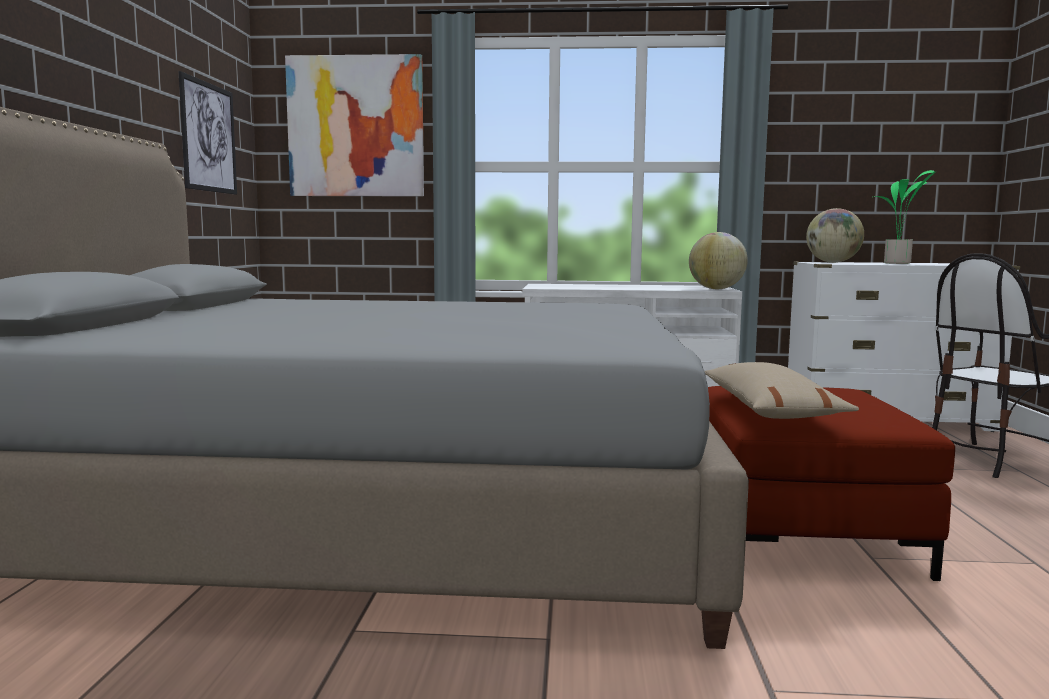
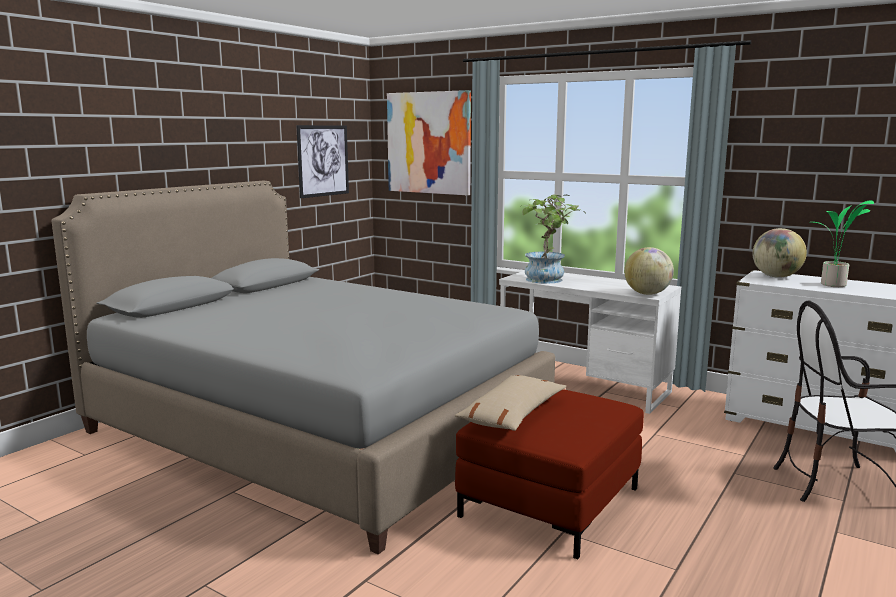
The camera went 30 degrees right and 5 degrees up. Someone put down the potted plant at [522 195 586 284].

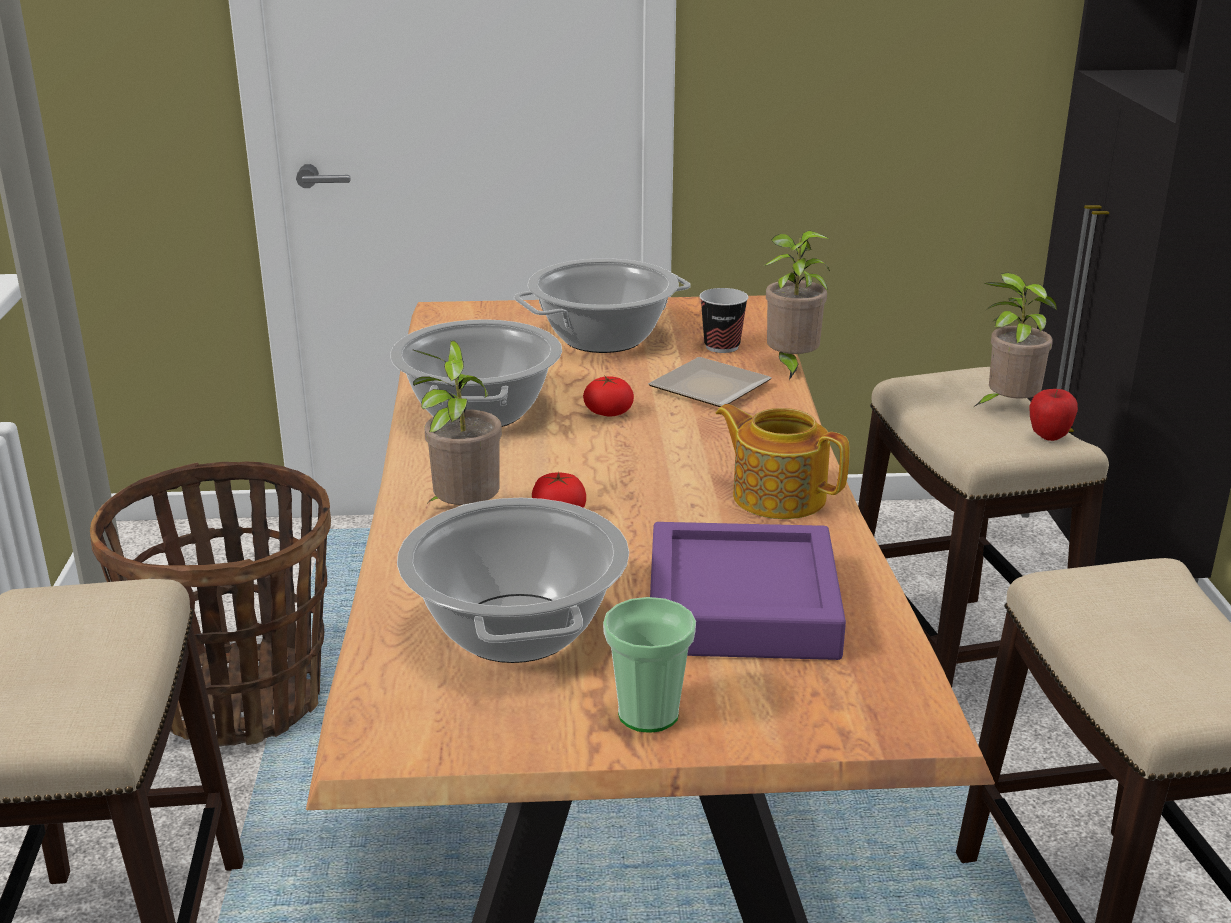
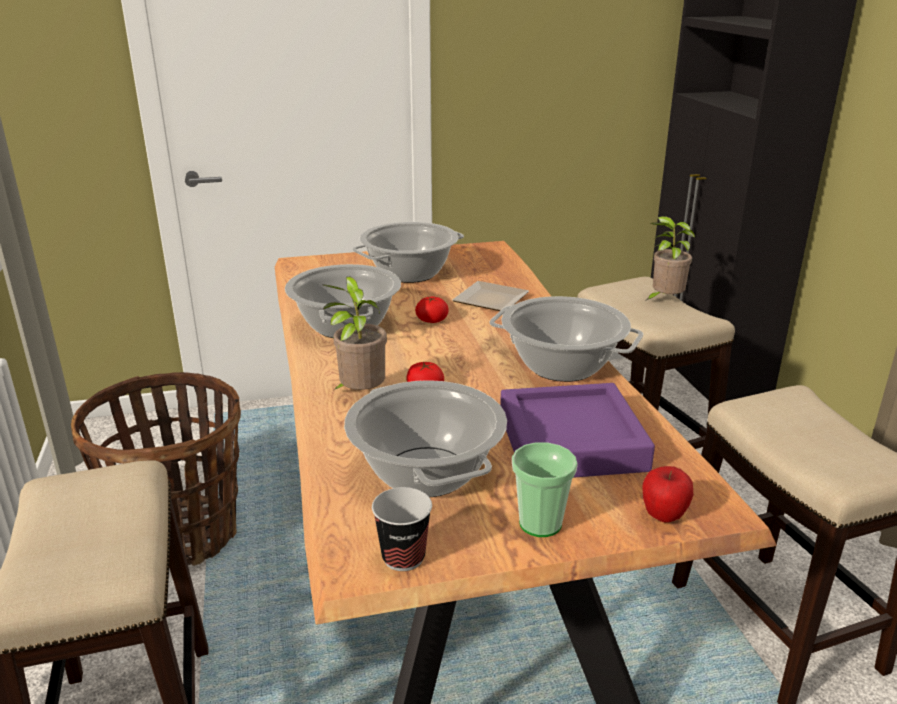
The camera went 10 degrees left and 0 degrees up. Someone carried the cup from [700 288 748 353] to [372 487 432 571]. Someone swapped the teapot at [716 404 850 519] for the cooking pot at [489 296 643 382]. Someone took away the potted plant at [765 231 830 380]. Someone carried the apple from [1029 389 1078 441] to [642 466 693 523].

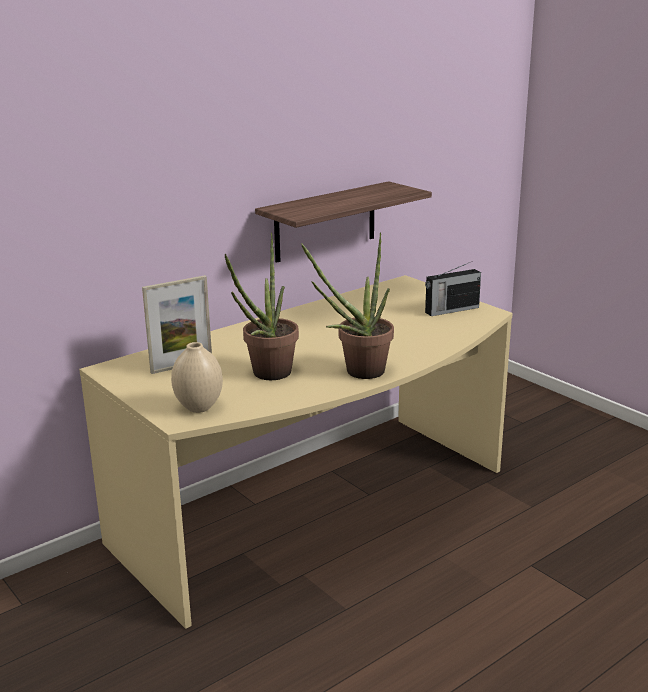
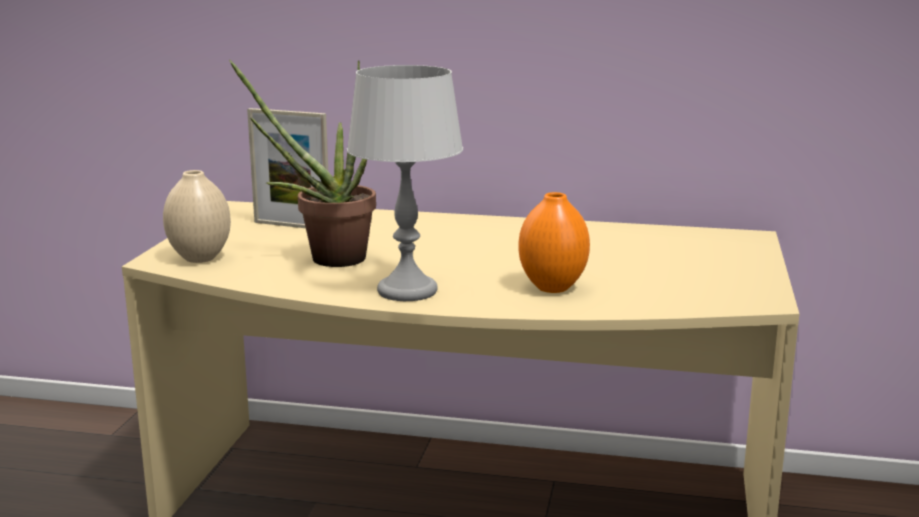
The camera went 50 degrees right and 5 degrees down. Someone took away the shelf at [255 181 432 263]. Someone swapped the potted plant at [301 232 394 379] for the table lamp (grey) at [347 65 463 301]. Someone took away the radio at [425 262 481 316]. Someone put down the vase (orange) at [519 192 590 293].

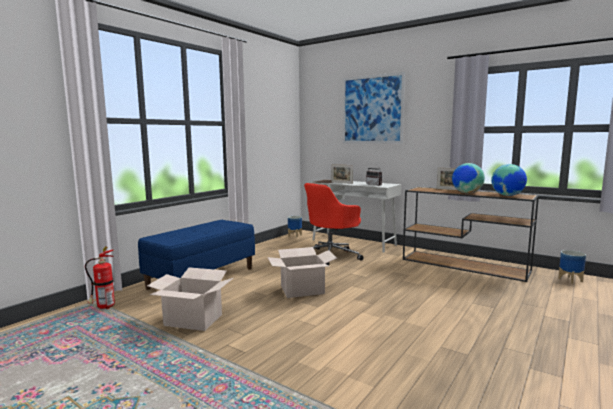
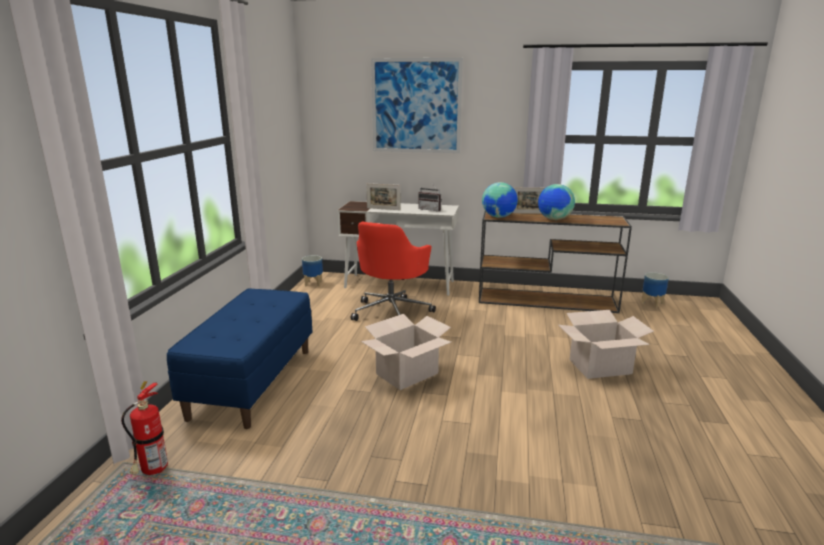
The camera went 25 degrees left and 10 degrees up. Someone carried the cardboard box from [147 267 233 331] to [559 310 654 379]. Someone carried the globe from [491 164 527 196] to [482 182 518 218].

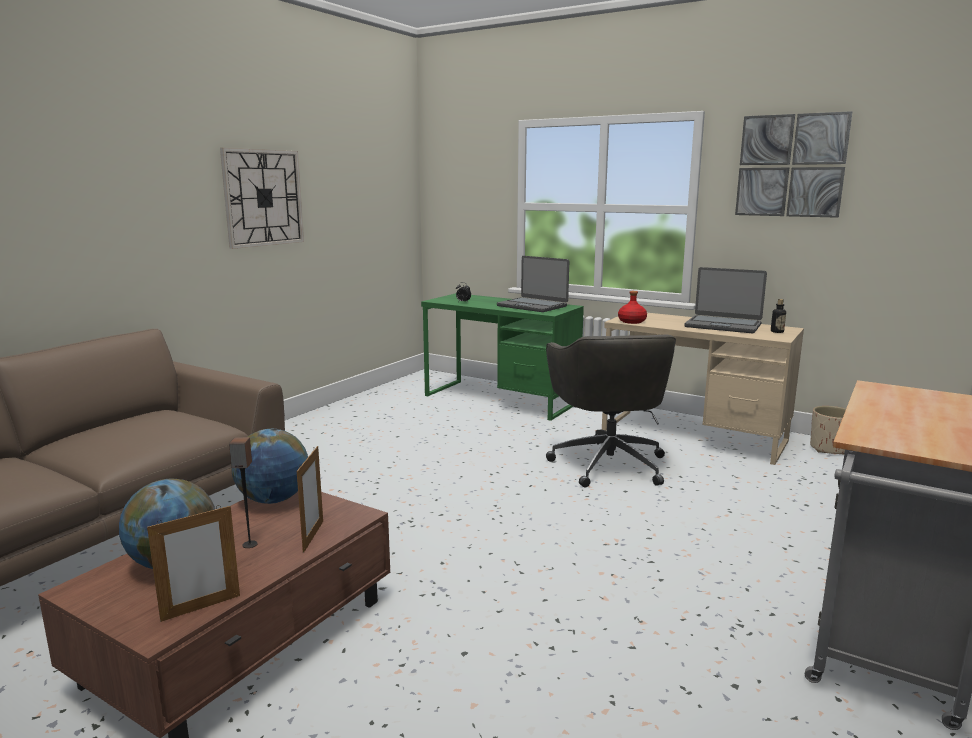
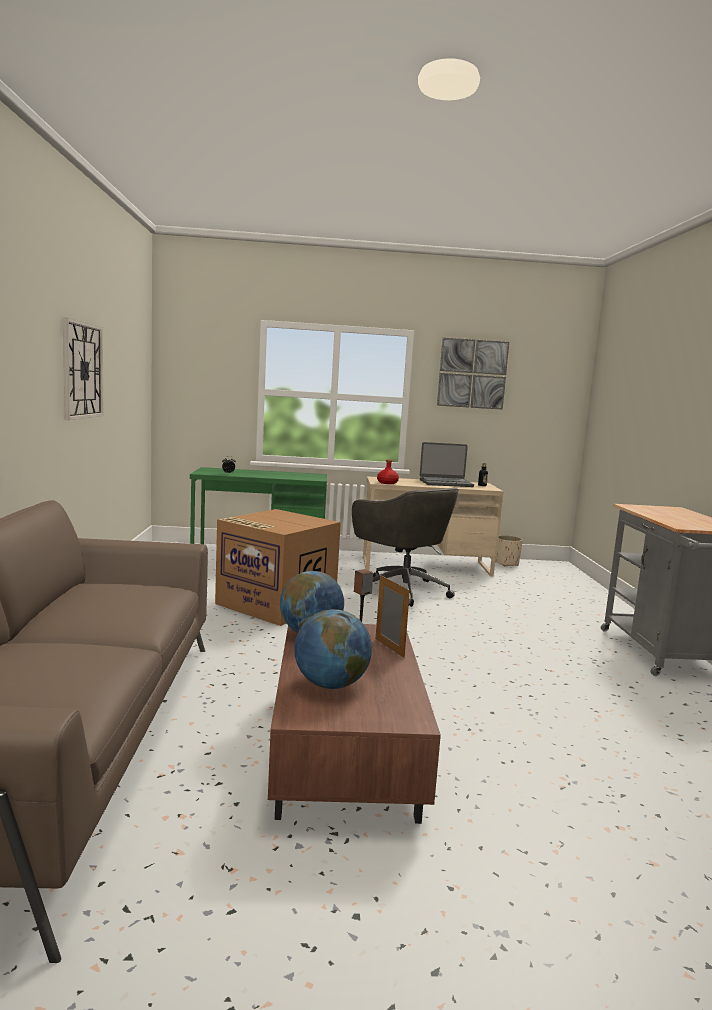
The camera went 35 degrees left and 5 degrees down. Someone took away the picture frame at [147 505 240 622]. Someone took away the laptop at [497 256 569 312]. Someone put down the cardboard box at [215 509 341 626].

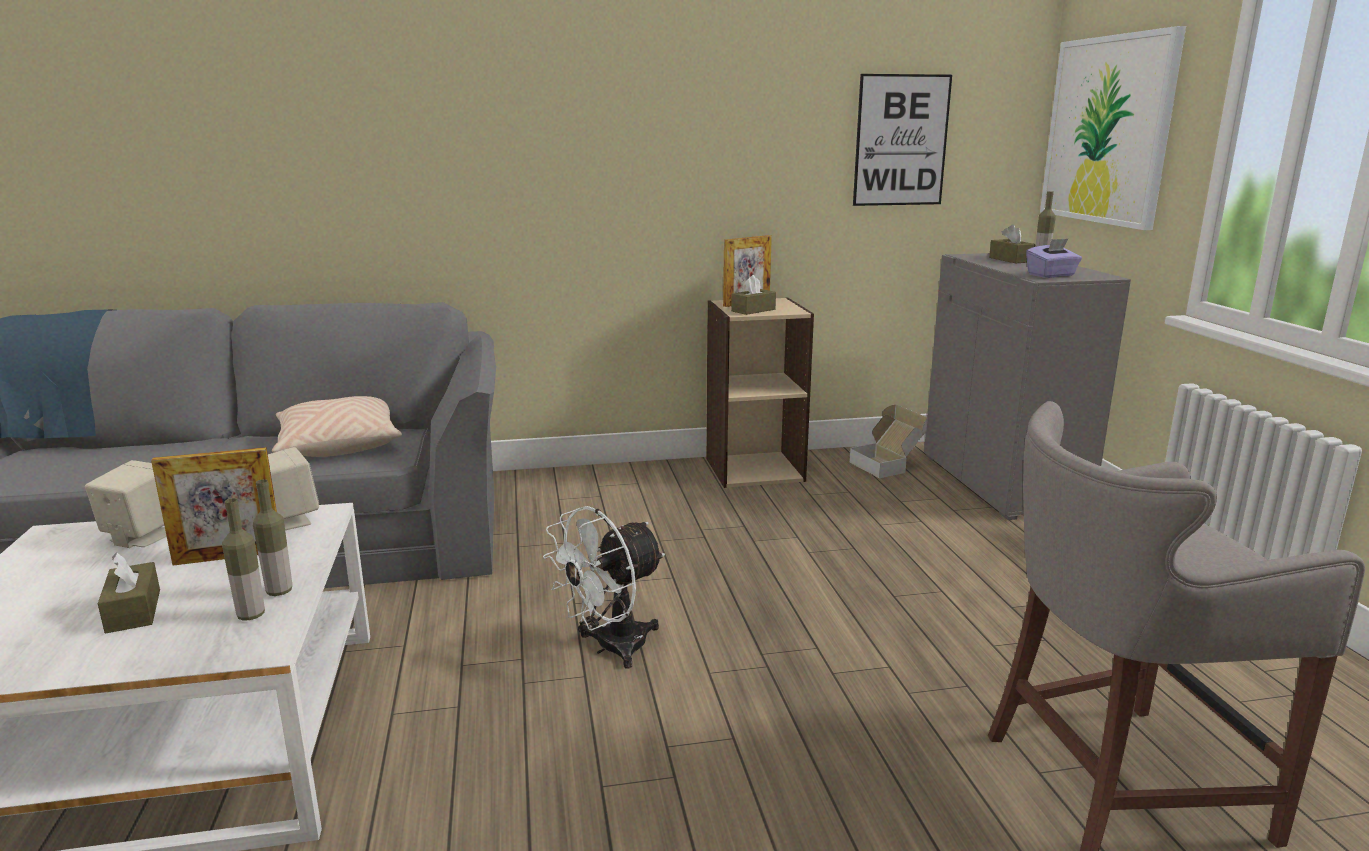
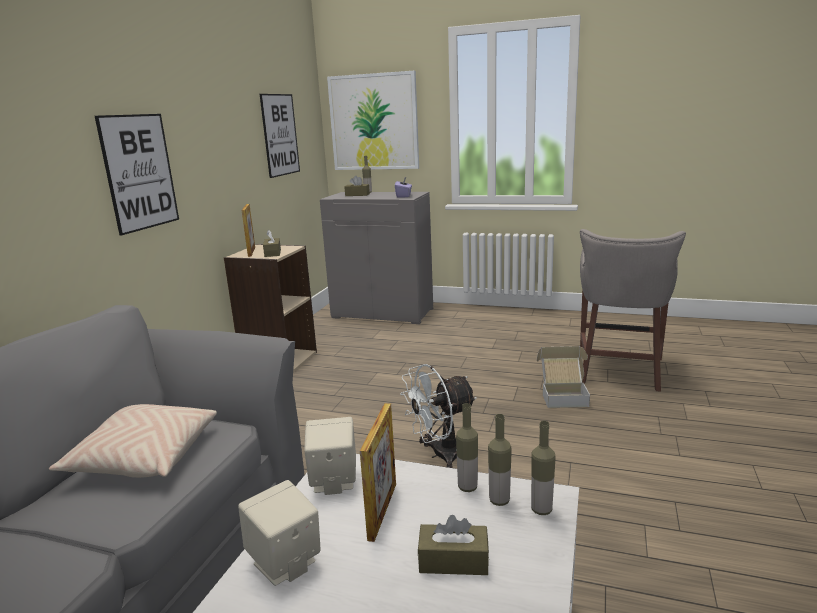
The camera went 60 degrees left and 0 degrees up. Someone rotated the fan (white) at [543 506 665 669] by 75 degrees clockwise. Someone carried the cardboard box from [849 405 928 478] to [537 346 590 408]. Someone put up the picture at [95 114 179 236]. Someone put down the bottle at [531 421 555 515].

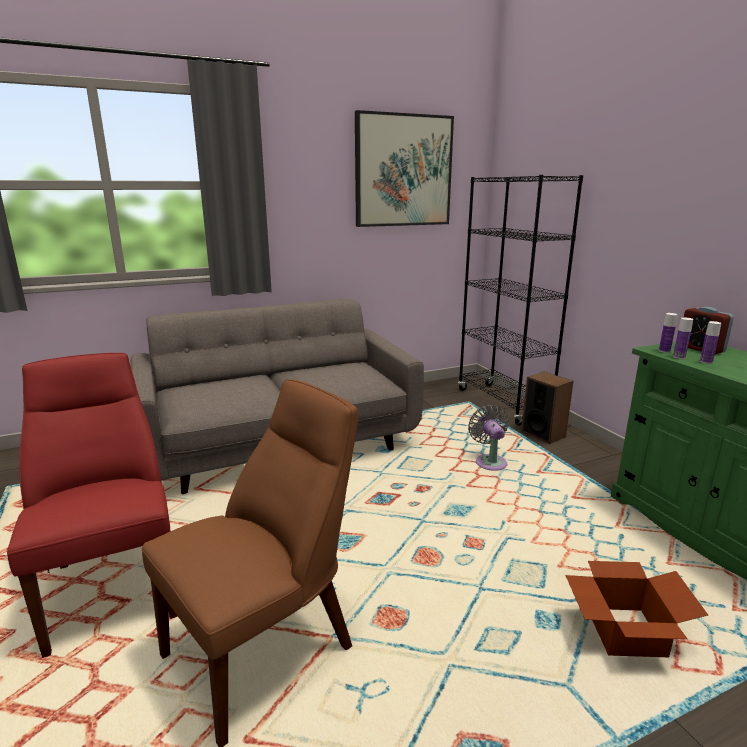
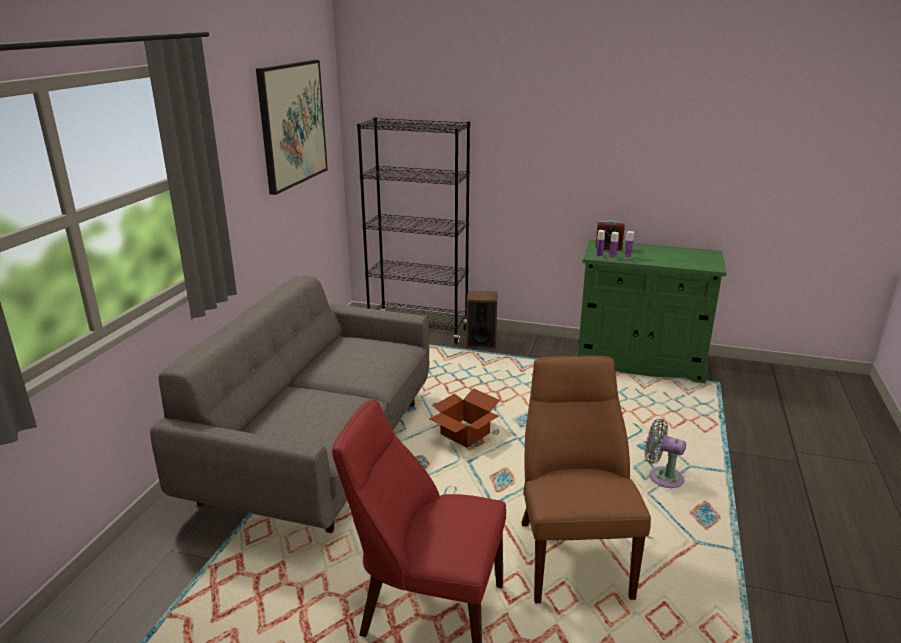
The camera went 50 degrees left and 5 degrees up. Someone carried the fan (grey) from [468 405 509 471] to [645 419 686 488]. Someone carried the cardboard box from [565 561 708 657] to [429 388 500 448].

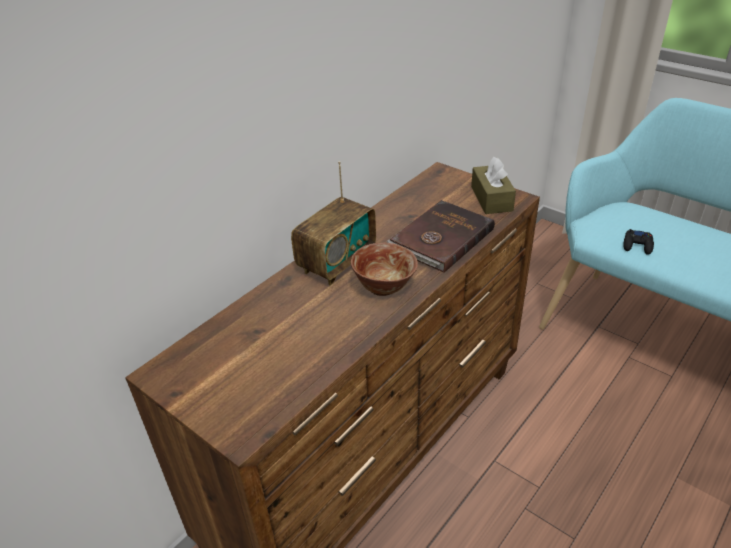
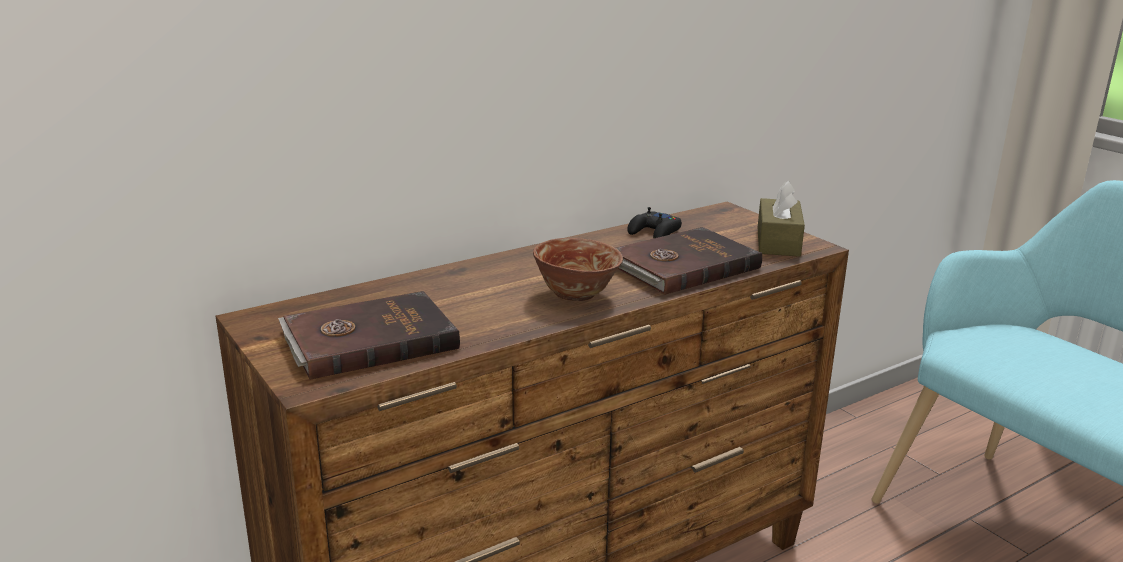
The camera went 15 degrees right and 15 degrees down. Someone took away the radio at [291 161 376 285]. Someone carried the game controller (black) from [623 229 654 255] to [627 207 682 238]. Someone put down the book (brown) at [278 291 460 380].

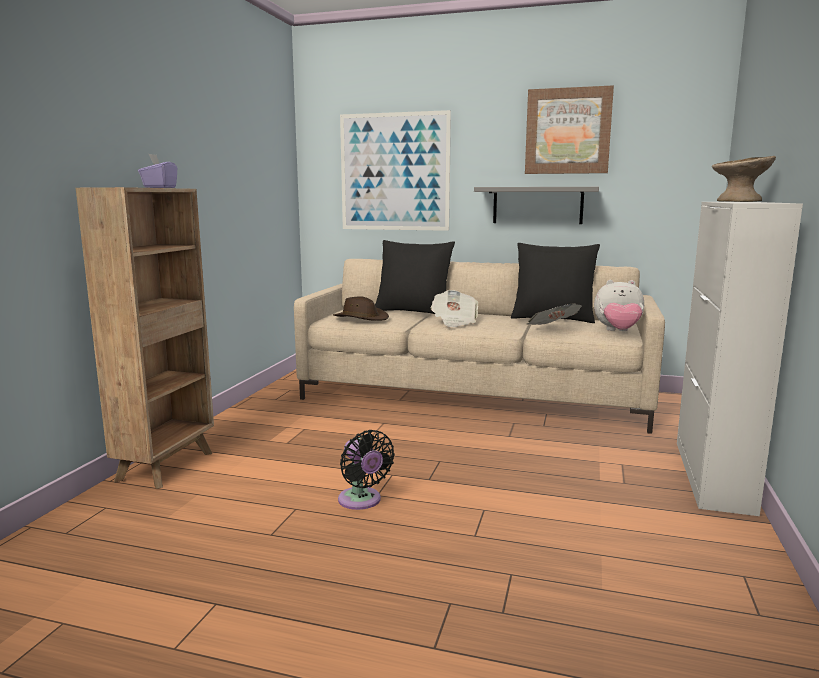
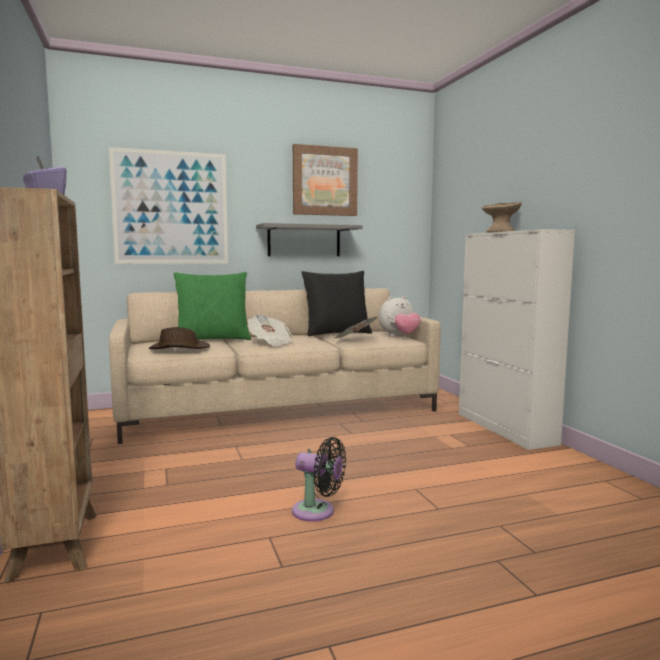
The camera went 35 degrees left and 5 degrees down. Someone repainted the pillow (black) at [375 240 455 314], which became the pillow (green) at [174 272 251 340].

